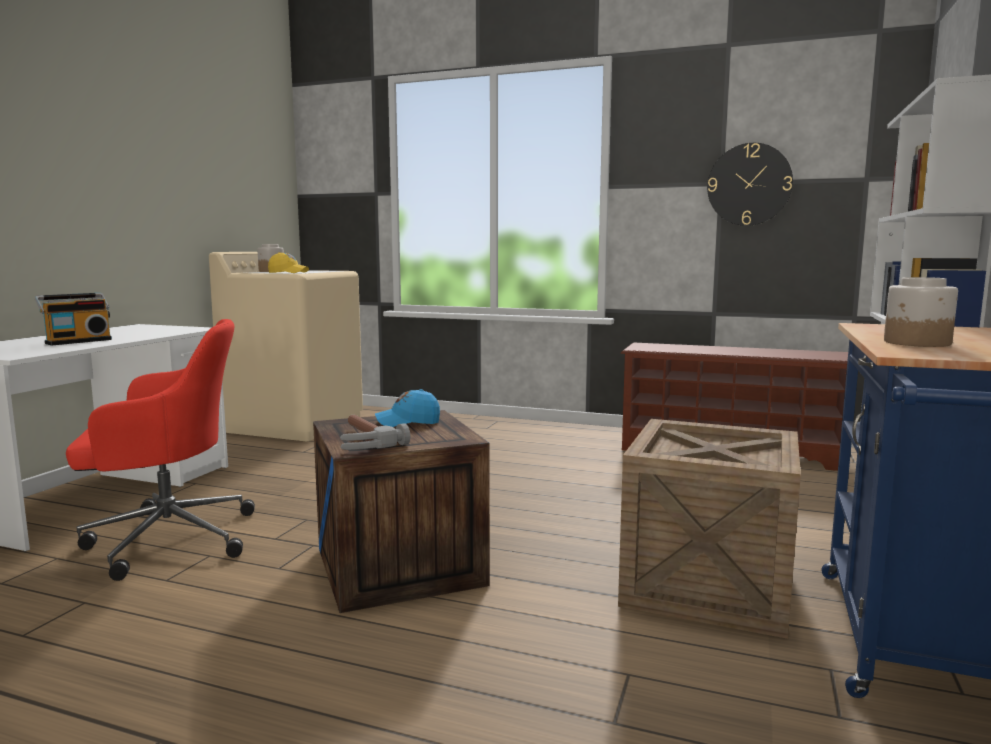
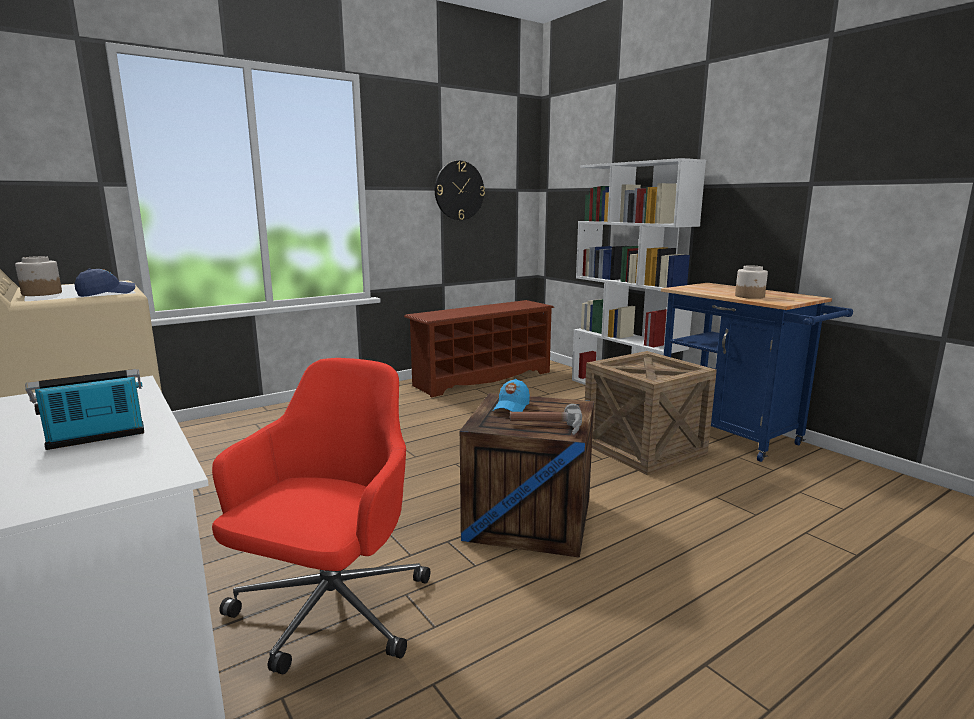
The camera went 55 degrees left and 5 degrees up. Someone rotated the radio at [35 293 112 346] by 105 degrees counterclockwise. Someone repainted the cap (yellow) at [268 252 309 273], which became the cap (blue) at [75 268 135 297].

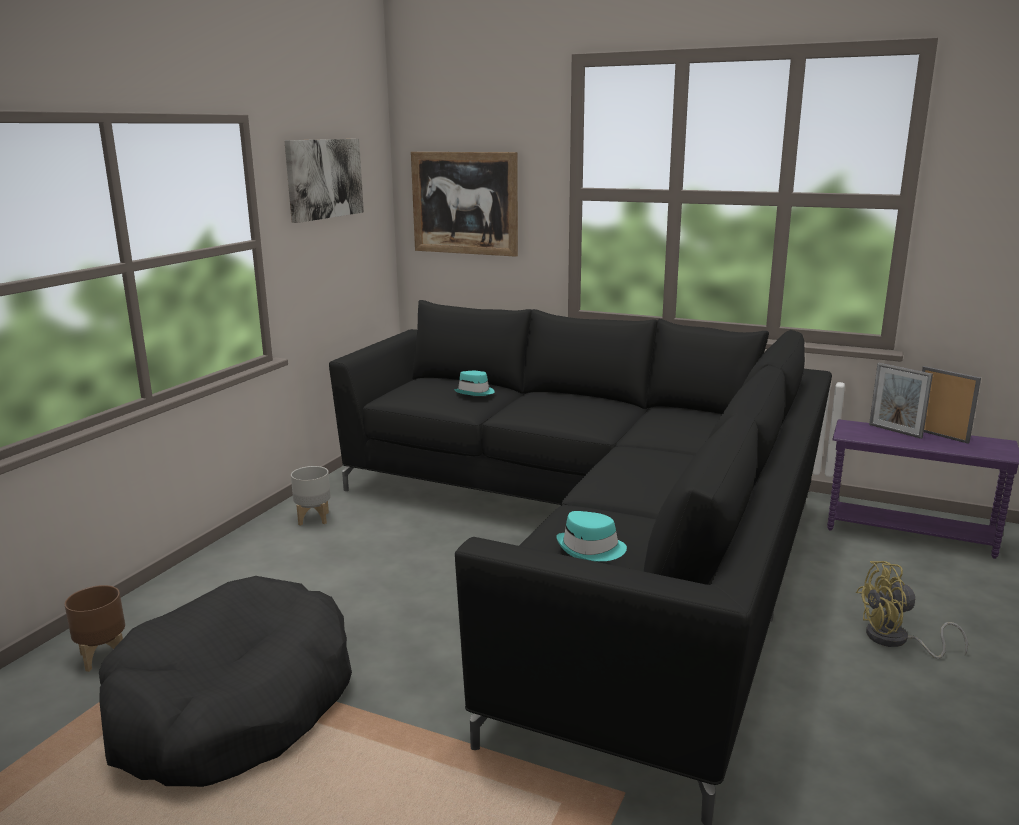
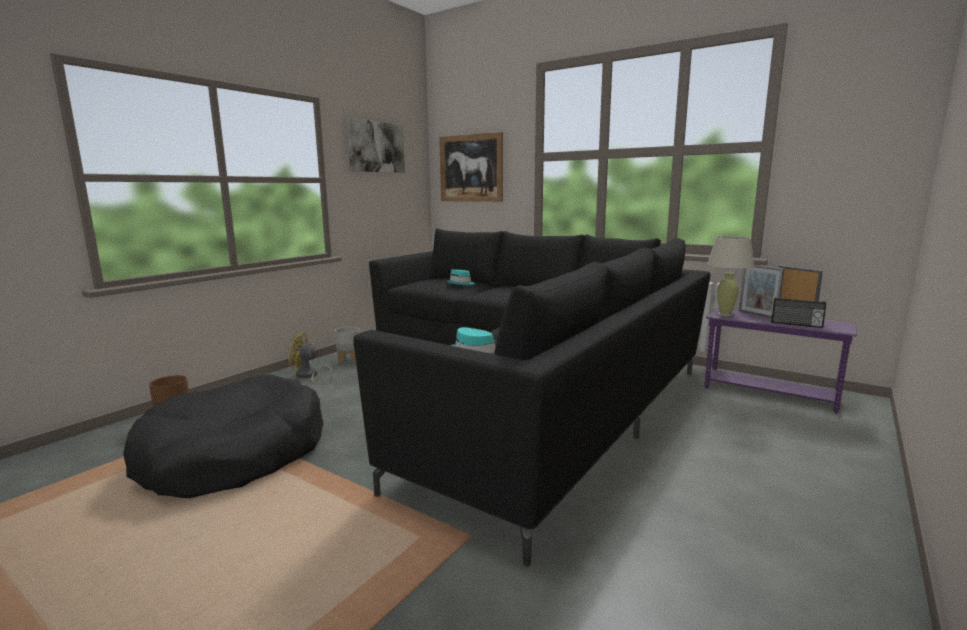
The camera went 10 degrees right and 5 degrees down. Someone carried the fan (yellow) from [856 561 968 659] to [288 332 332 383]. Someone put down the table lamp (beige) at [707 236 755 316]. Someone put down the radio at [771 298 827 328].

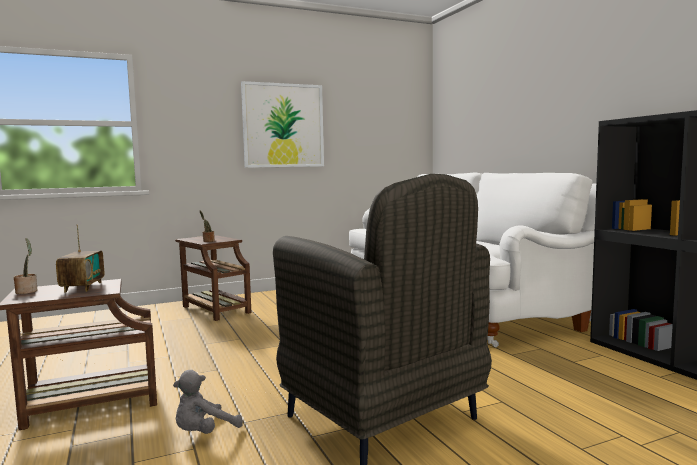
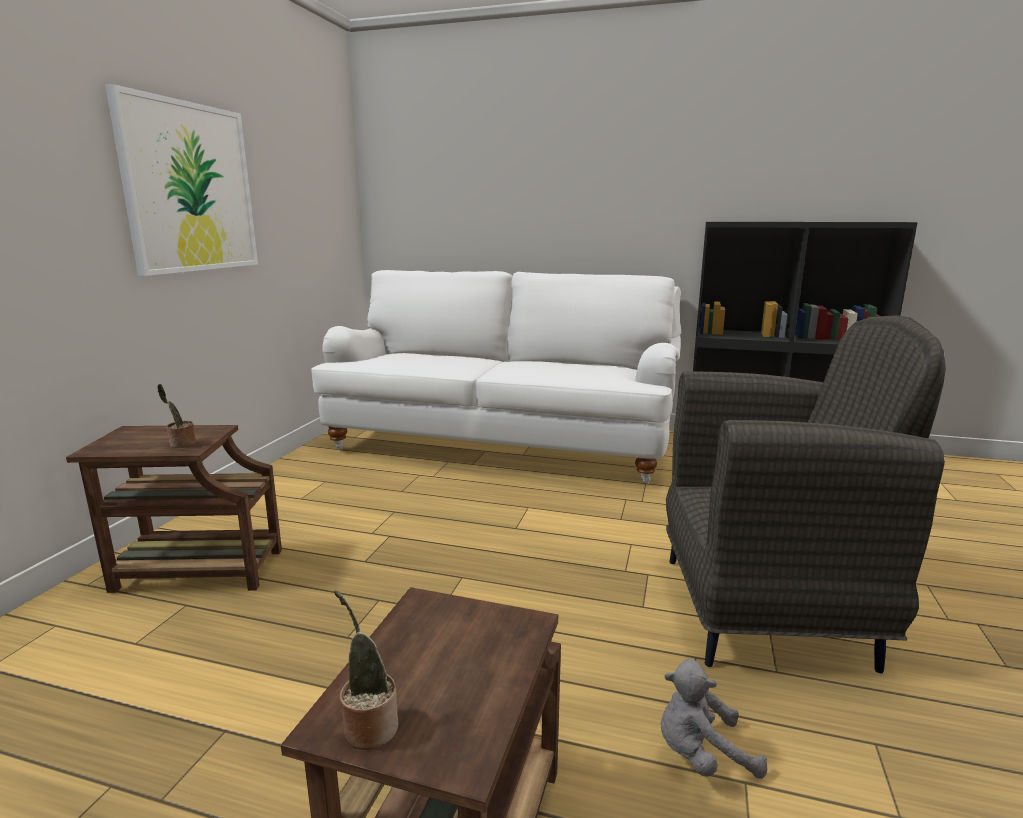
The camera went 50 degrees left and 10 degrees up. Someone took away the radio at [56 225 104 293]. Someone rotated the plush toy (grey) at [173 370 243 434] by 90 degrees clockwise.

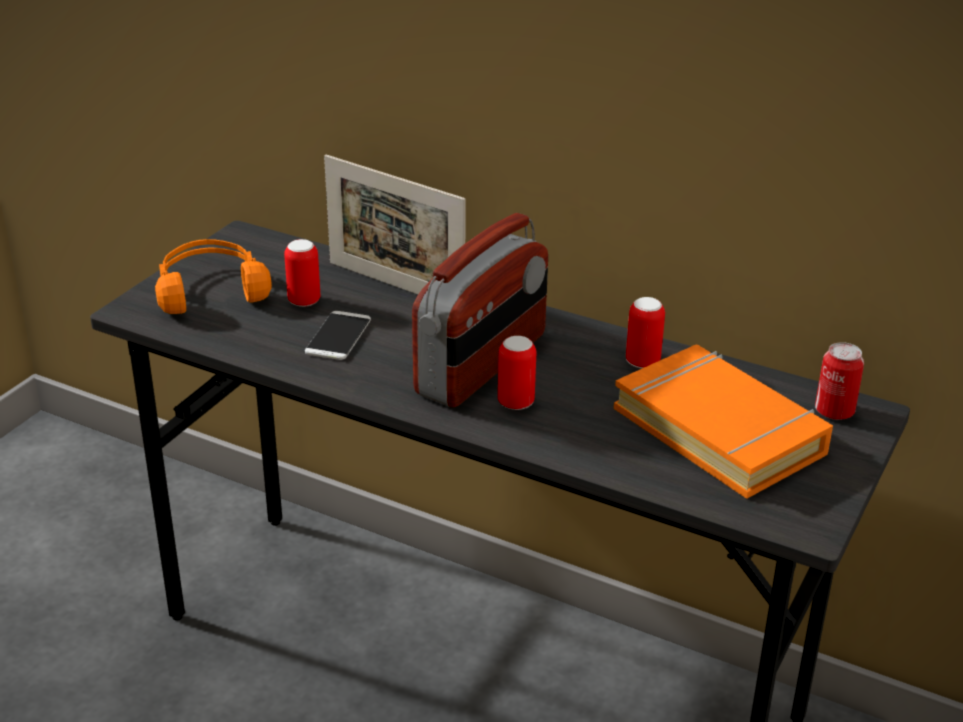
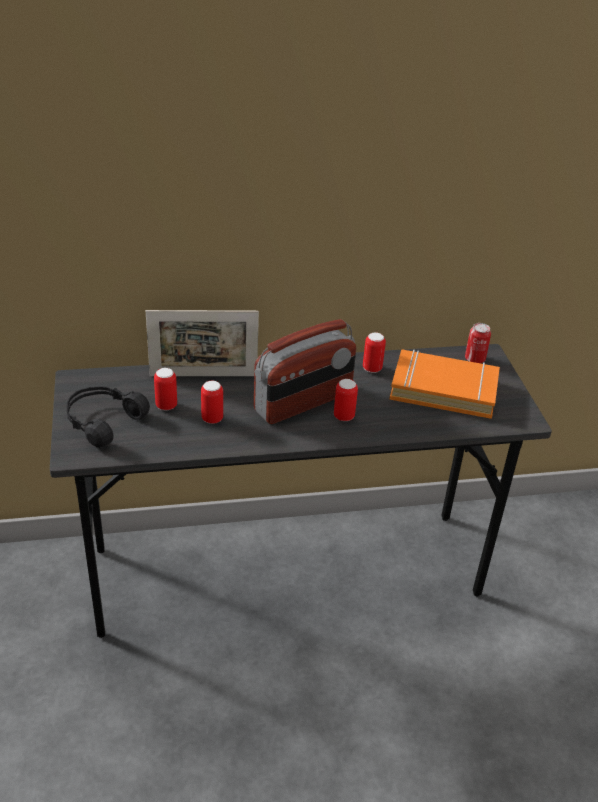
The camera went 40 degrees left and 5 degrees up. Someone repainted the headphones (orange) at [155 239 272 314], which became the headphones (black) at [67 386 150 447]. Someone swapped the phone at [305 311 371 360] for the can at [201 381 223 424]. Someone rotated the radio at [412 213 548 407] by 60 degrees clockwise.

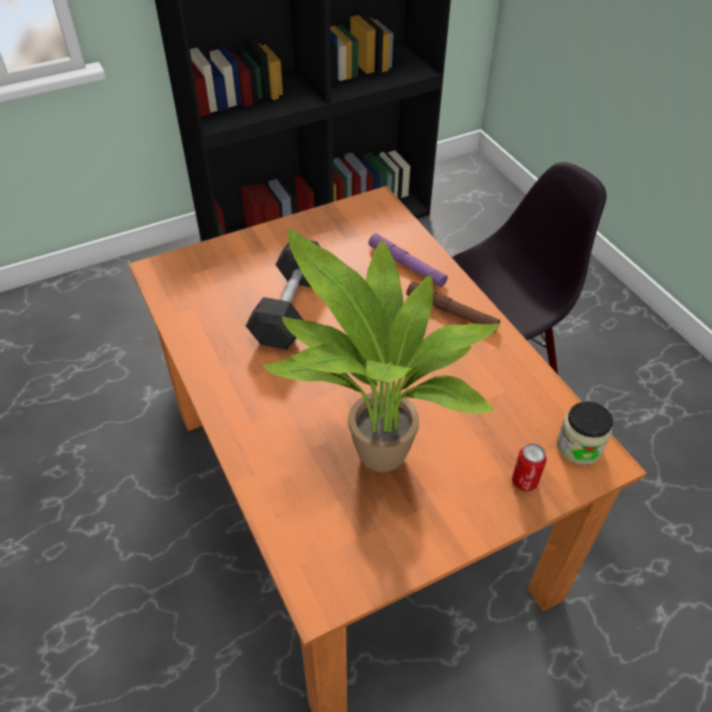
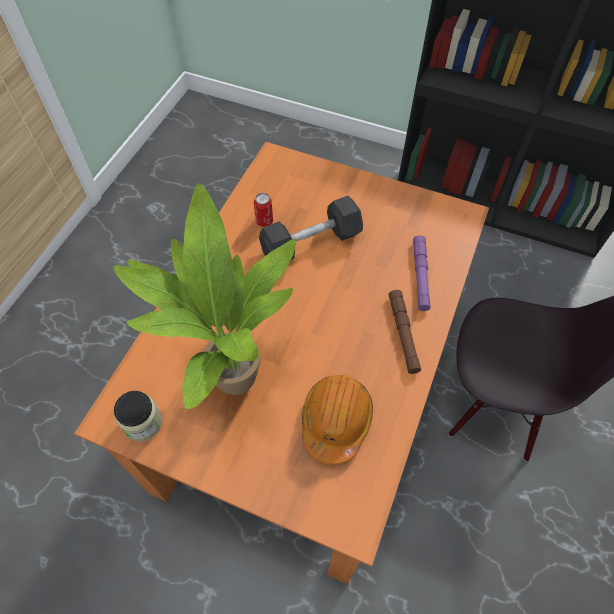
The camera went 50 degrees right and 10 degrees up. Someone carried the can from [512 443 547 491] to [254 193 273 227]. Someone carried the jar from [557 401 613 465] to [114 391 162 442]. Someone put down the hard hat (orange) at [302 375 373 465].

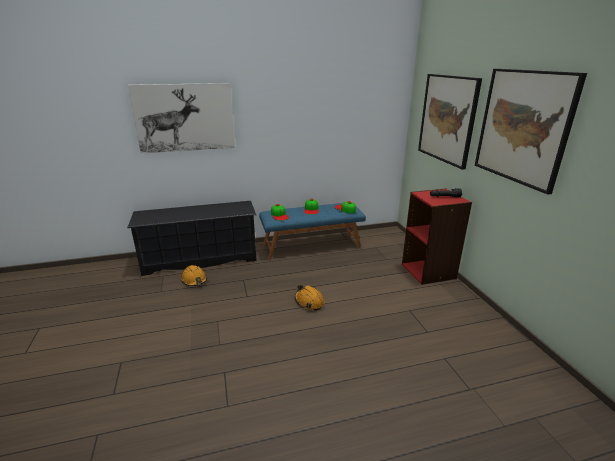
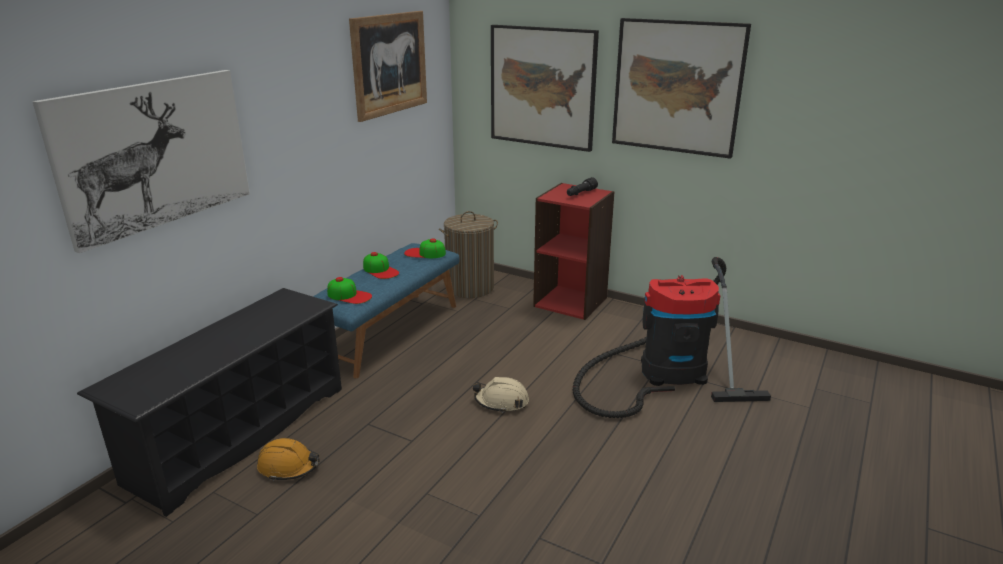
The camera went 45 degrees left and 0 degrees up. Someone repainted the hard hat (orange) at [295 285 324 311], which became the hard hat (beige) at [473 377 529 413]. Someone put up the picture at [349 11 427 122]. Someone put down the laundry basket at [439 211 498 298]. Someone put down the vacuum cleaner at [573 257 771 418].

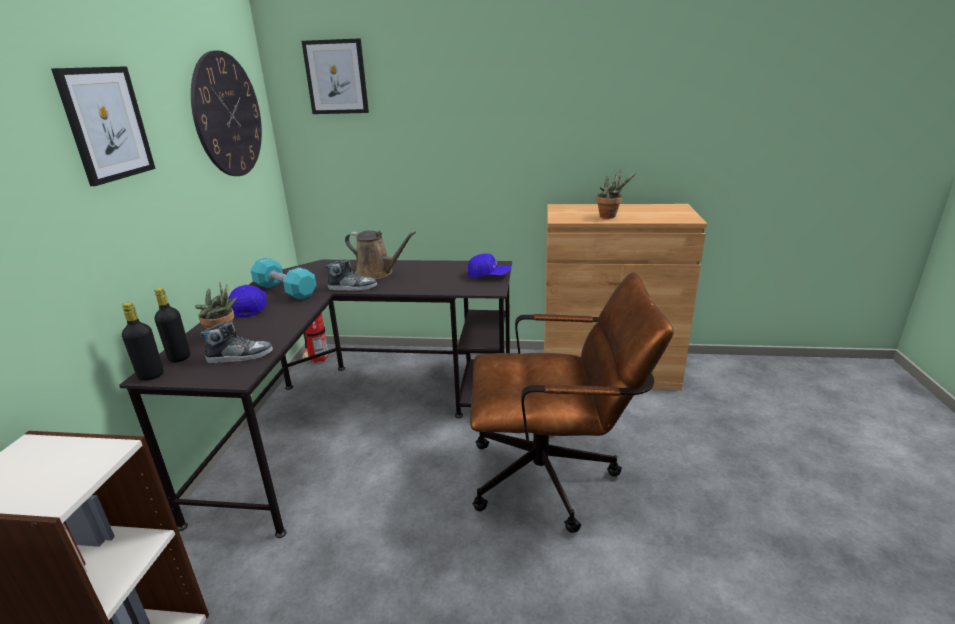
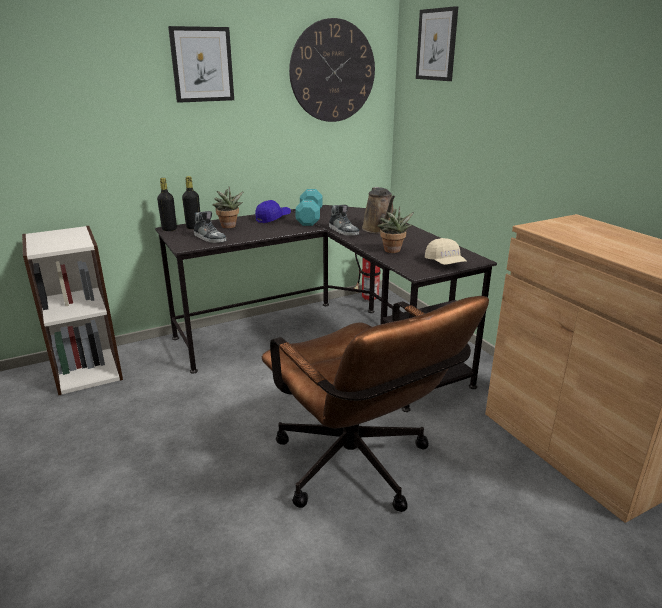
The camera went 55 degrees right and 0 degrees up. Someone repainted the cap (blue) at [468 254 512 278], which became the cap (beige) at [425 238 467 265]. Someone carried the potted plant from [596 169 636 218] to [378 206 414 253].

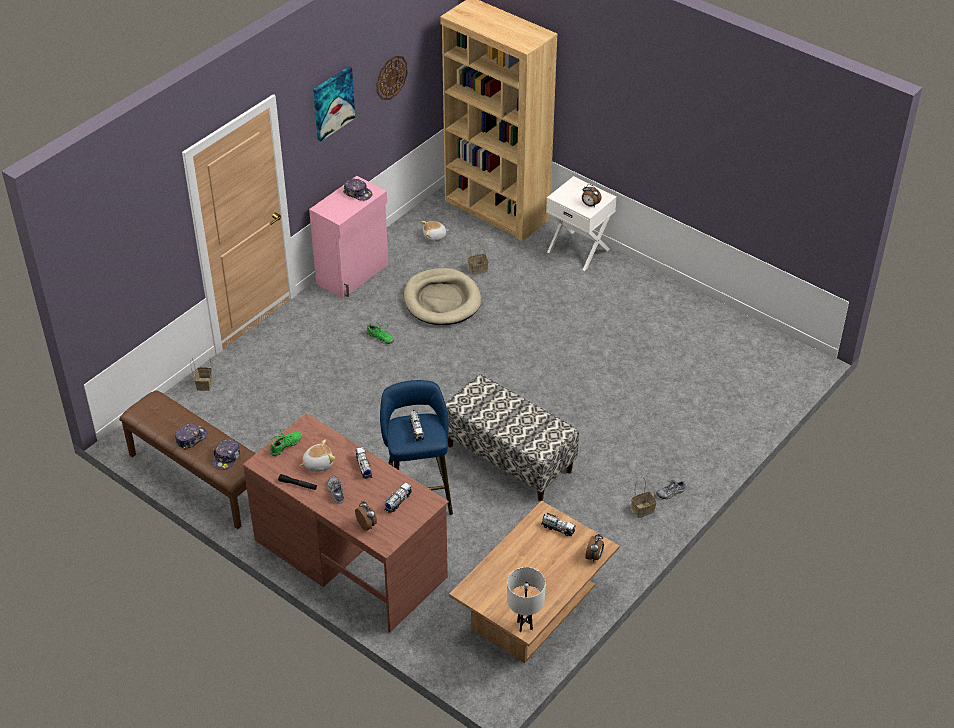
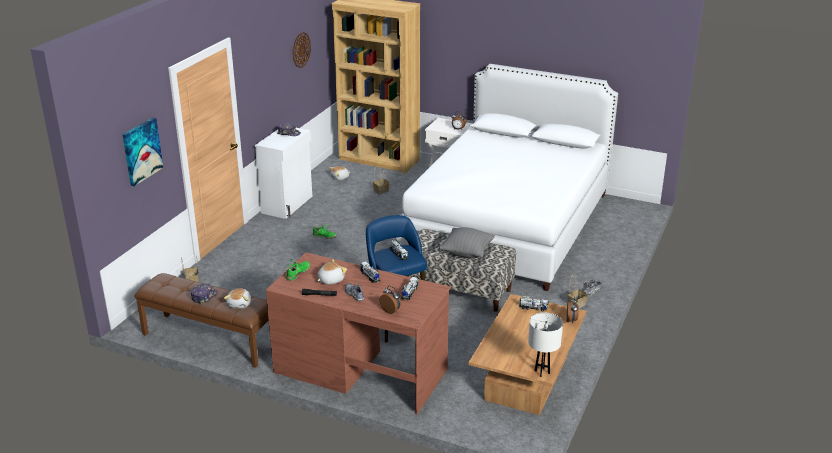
The camera went 15 degrees left and 15 degrees down. Someone swapped the cap at [212 439 240 470] for the plush toy at [224 288 251 309]. Someone repainted the cabinet (pink) at [309 176 388 299], which became the cabinet (white) at [255 128 312 219]. Someone carried the picture from [313 67 355 141] to [122 117 163 186]. Someone took away the dog bed (beige) at [404 268 481 325]. Someone put down the bed (white) at [395 64 618 291]. Someone put down the pillow (grey) at [439 228 495 259].

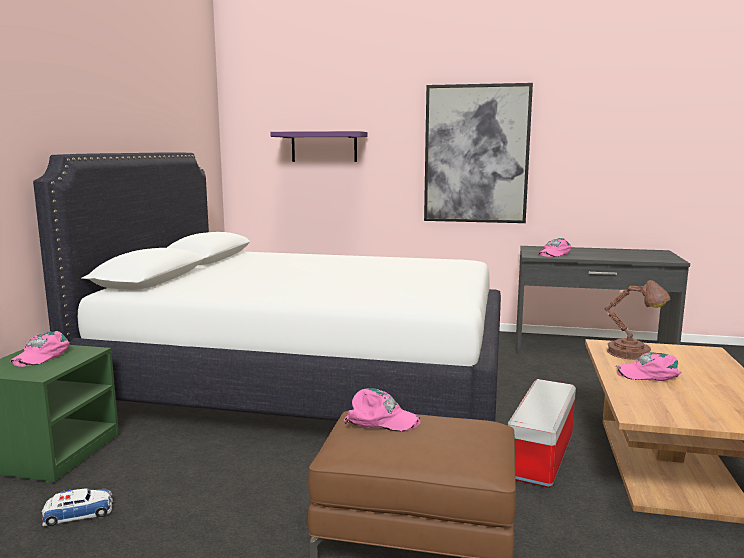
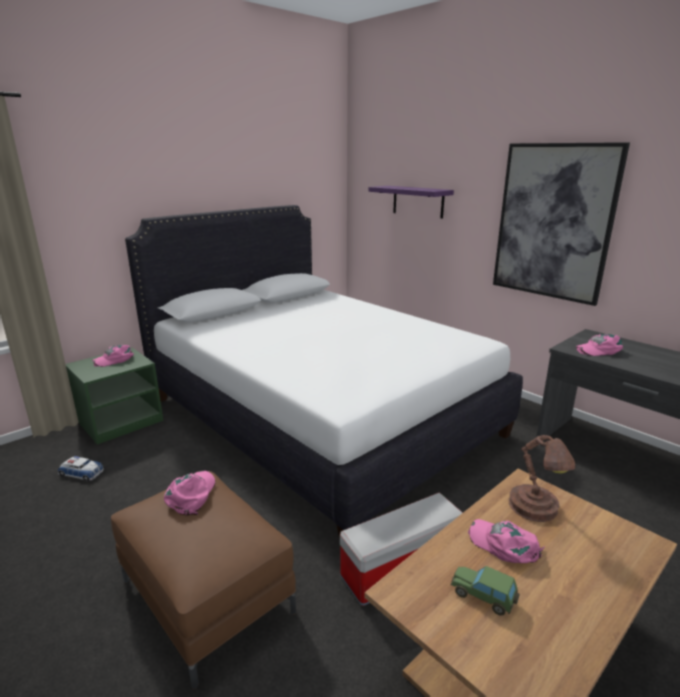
The camera went 35 degrees right and 10 degrees up. Someone rotated the cap (pink) at [343 388 421 432] by 135 degrees counterclockwise. Someone put down the toy car at [451 566 520 616].

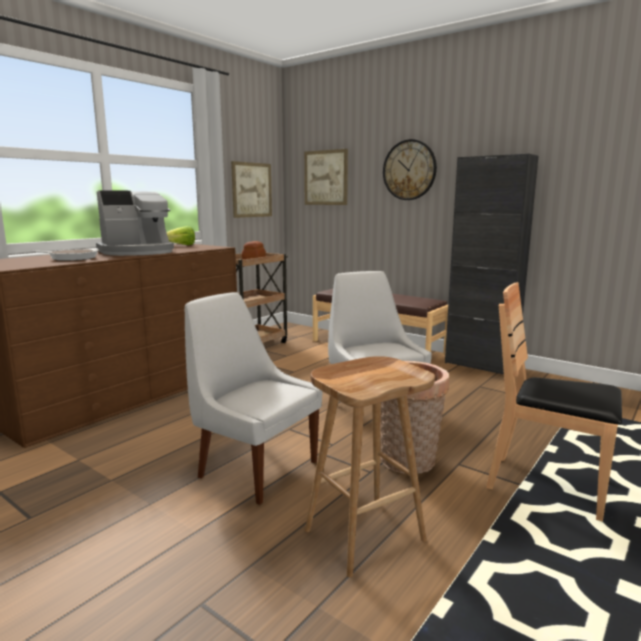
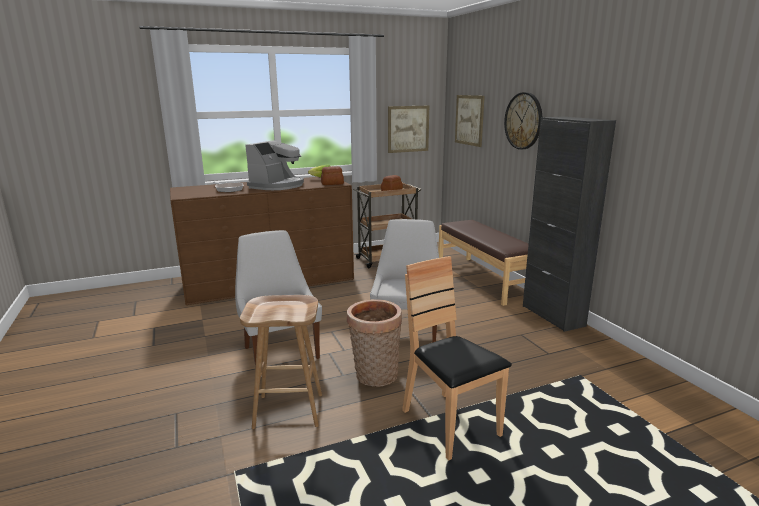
The camera went 30 degrees right and 5 degrees up. Someone rotated the coffee machine at [96 190 174 256] by 60 degrees counterclockwise. Someone put down the bread at [321 166 344 185].

